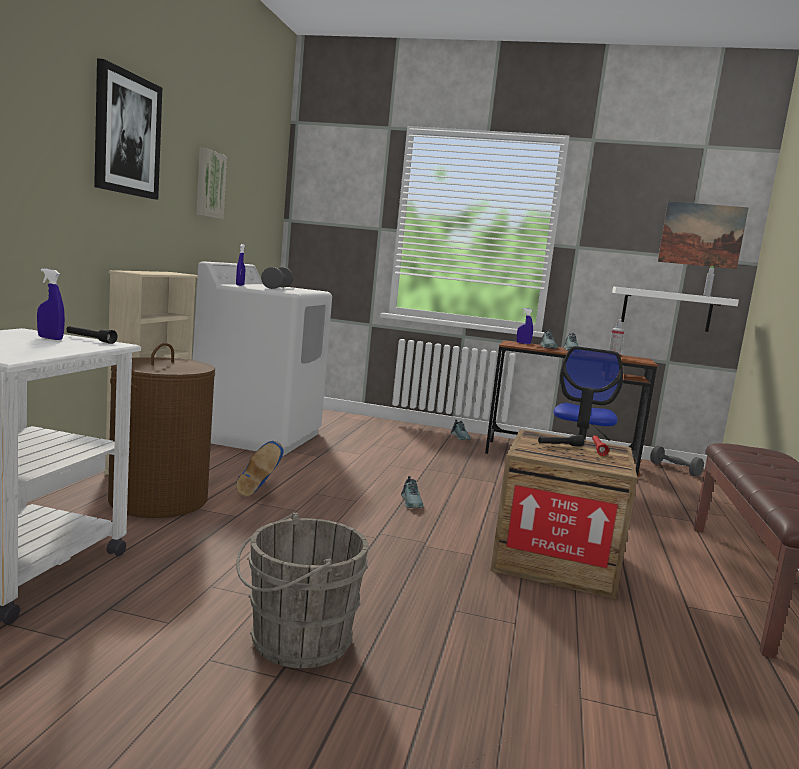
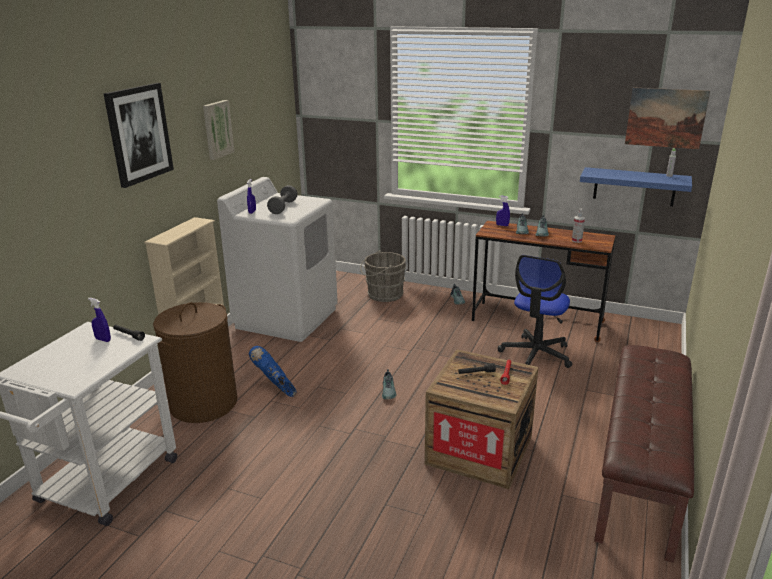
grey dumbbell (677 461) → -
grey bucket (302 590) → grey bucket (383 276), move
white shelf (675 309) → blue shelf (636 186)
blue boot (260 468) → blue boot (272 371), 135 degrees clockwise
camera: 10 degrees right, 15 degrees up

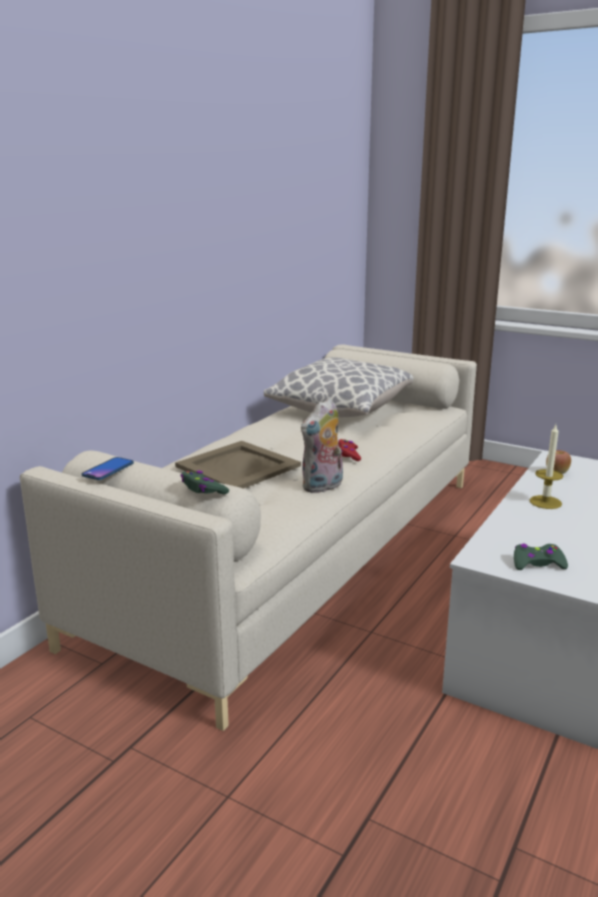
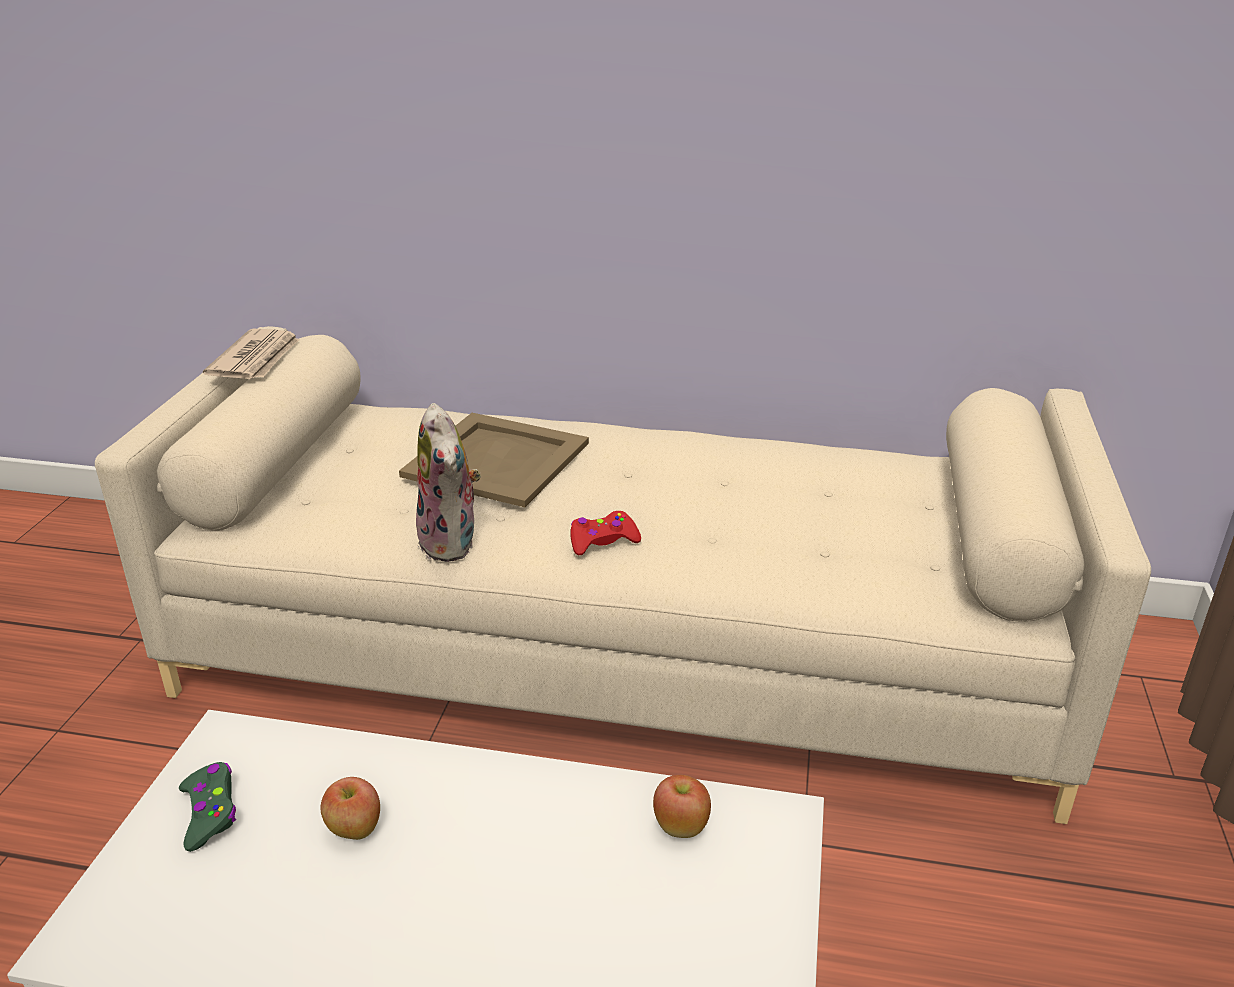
green game controller (205 482) → -
pillow (338 387) → -
candle (546 467) → -
- → apple (350 808)
phone (108 468) → newspaper (251 354)
plush toy (322 446) → plush toy (448 482), 135 degrees counterclockwise
camera: 70 degrees right, 10 degrees up

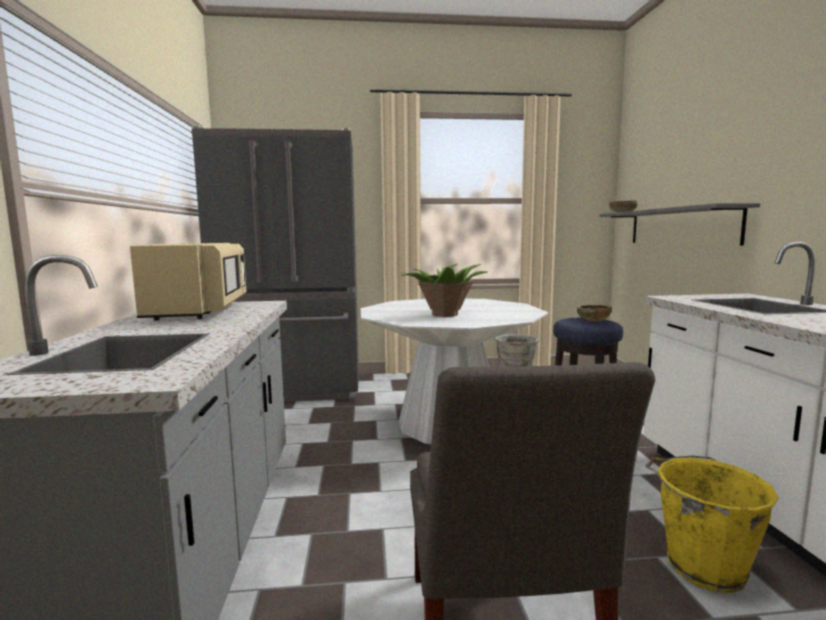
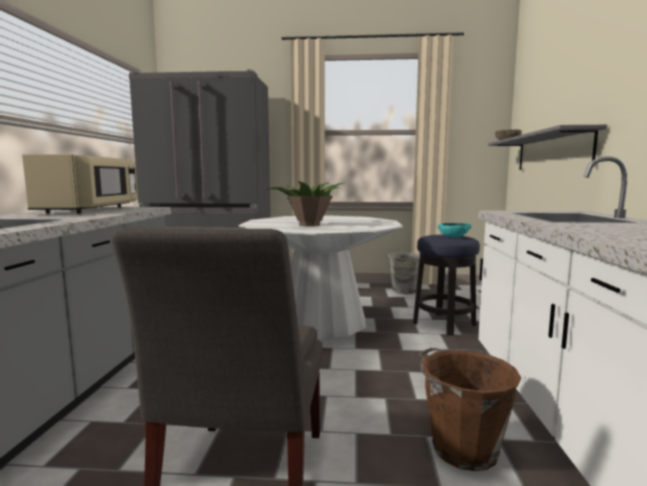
brown bowl (594 313) → turquoise bowl (454 230)
yellow bucket (712 524) → brown bucket (470 409)
camera: 10 degrees right, 0 degrees up

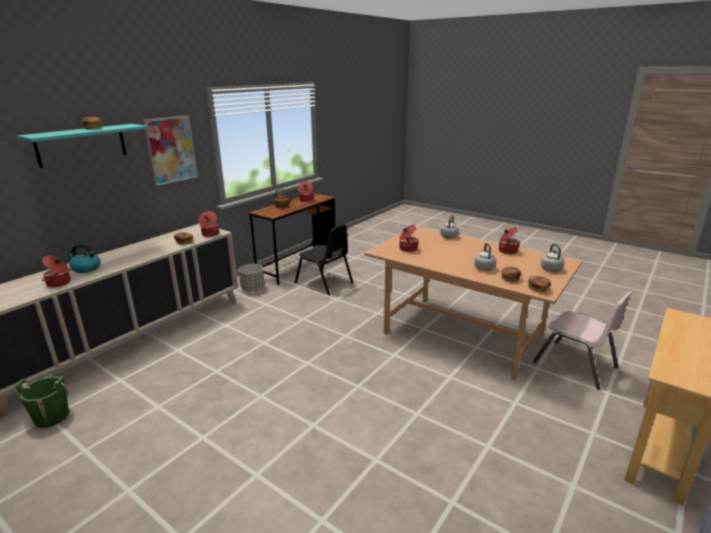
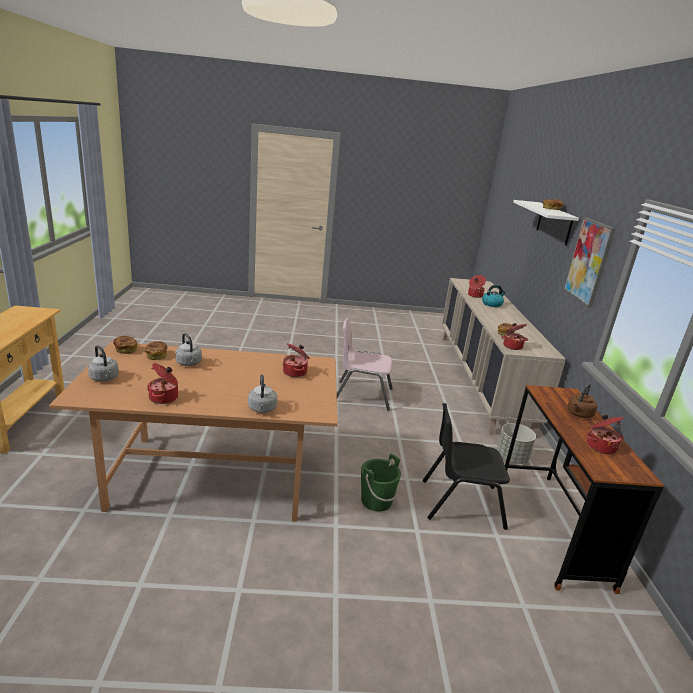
green bucket (42 402) → green bucket (381 483), move
pink chair (582 340) → pink chair (365 364), move
turquoise shelf (82 146) → white shelf (546 223)
camera: 140 degrees right, 0 degrees up

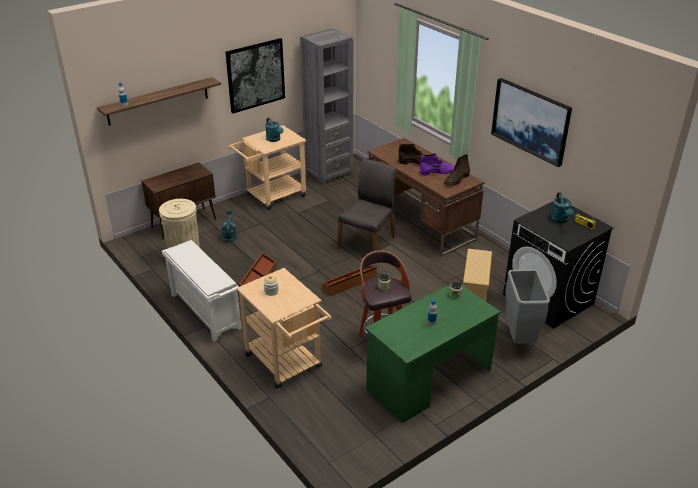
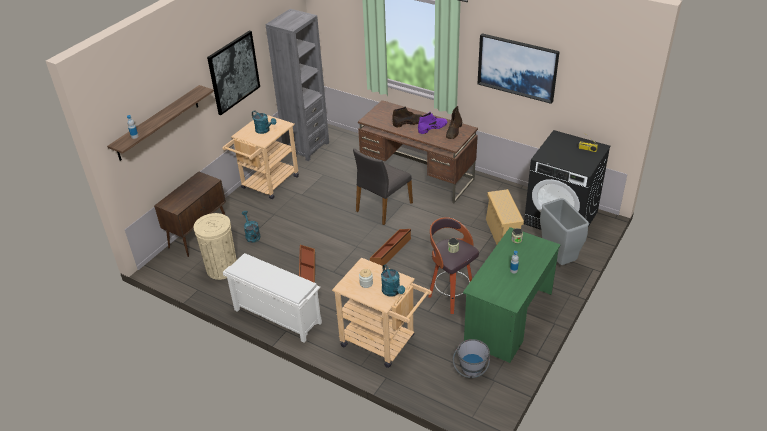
- → grey bucket (471 358)
turquoise watering can (562 207) → turquoise watering can (393 280), move
grey chair (366 205) → grey chair (383 186), 150 degrees counterclockwise
camera: 20 degrees left, 5 degrees up

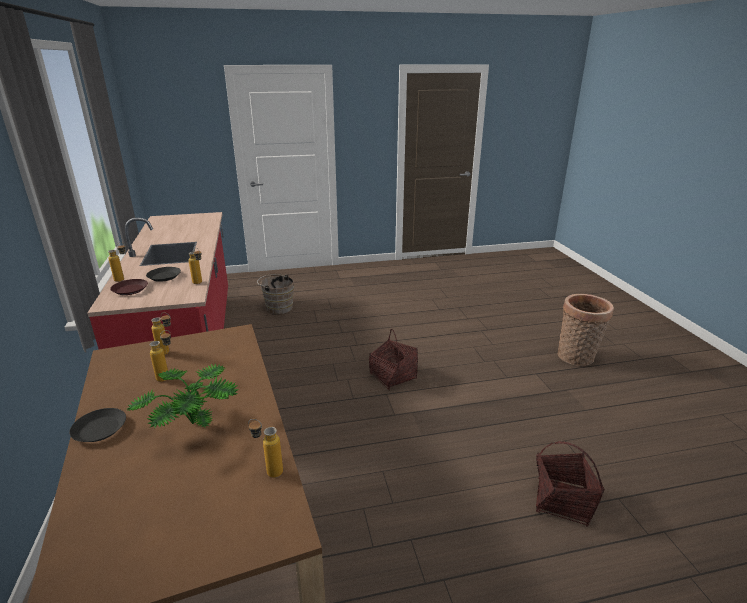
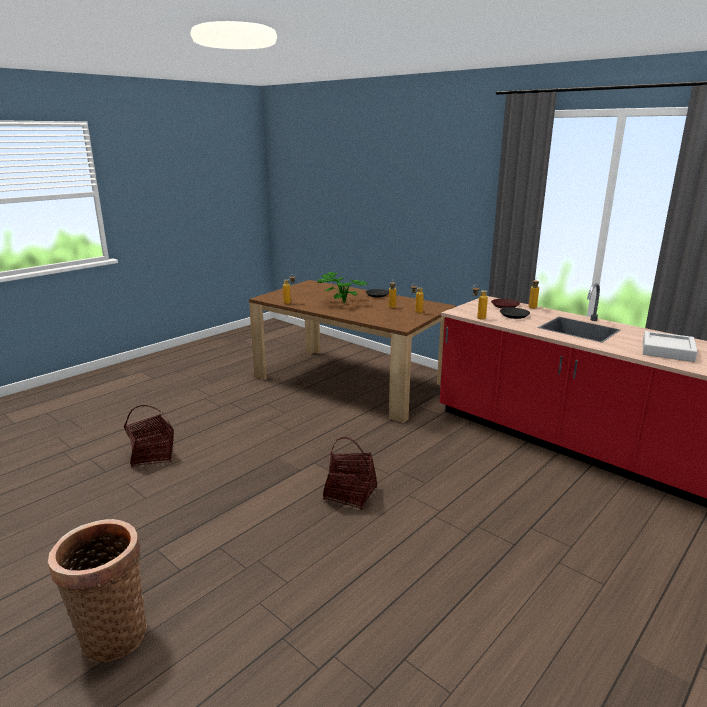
brown bucket (275 294) → -
- → grey tray (670 346)
camera: 145 degrees right, 5 degrees down

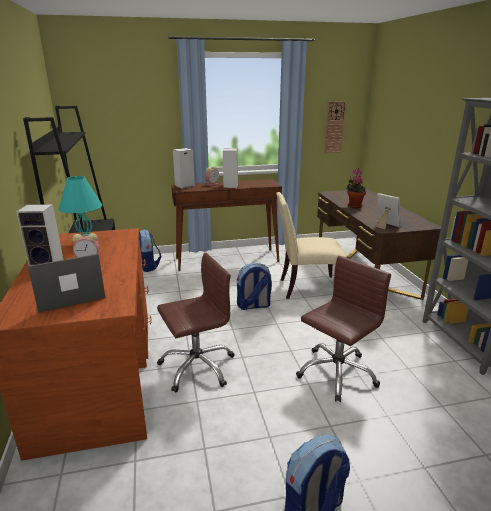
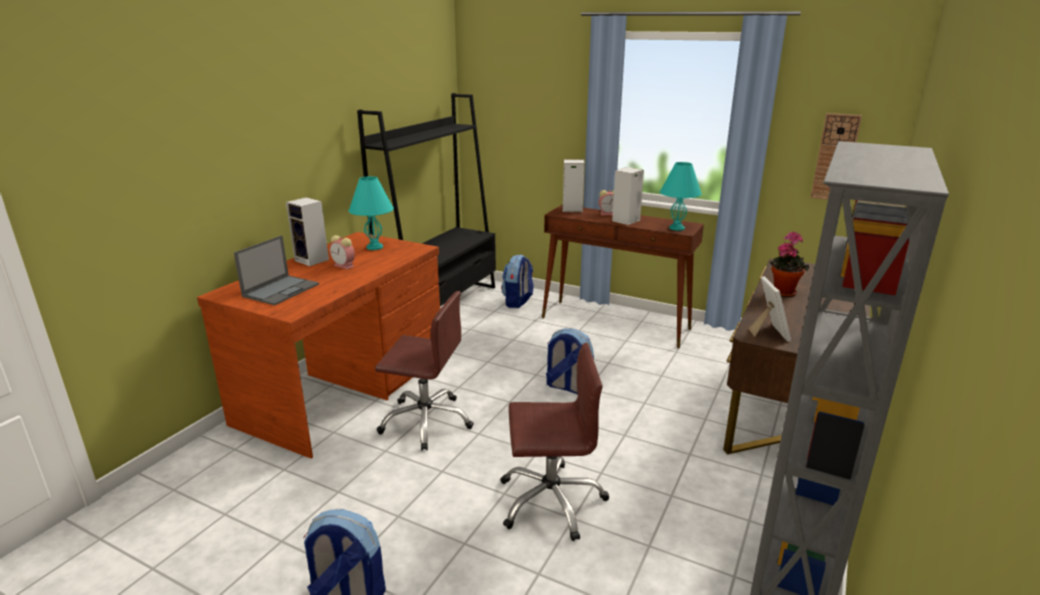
beige chair (311 245) → -
- → turquoise table lamp (681 196)
laptop (66 283) → laptop (276 270), 105 degrees clockwise
camera: 40 degrees right, 0 degrees up

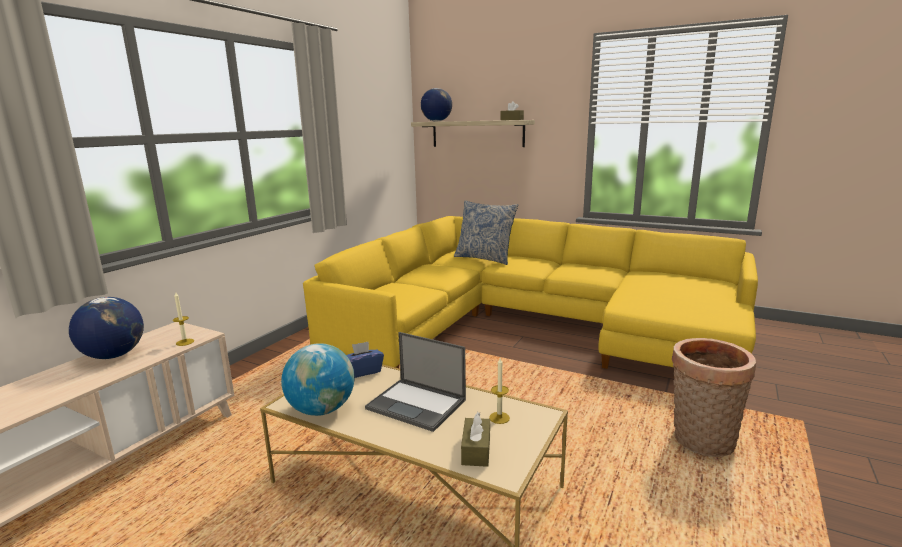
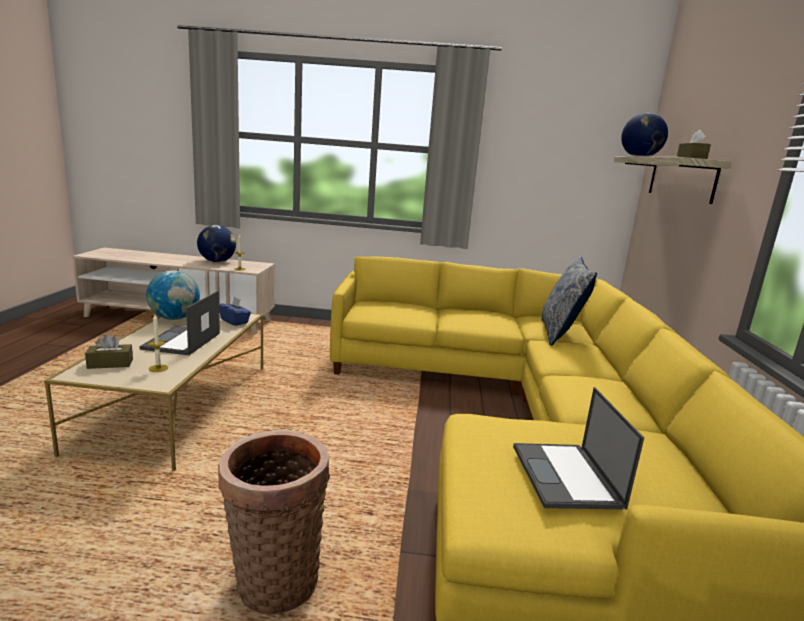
- → laptop (578 448)
camera: 65 degrees right, 0 degrees up

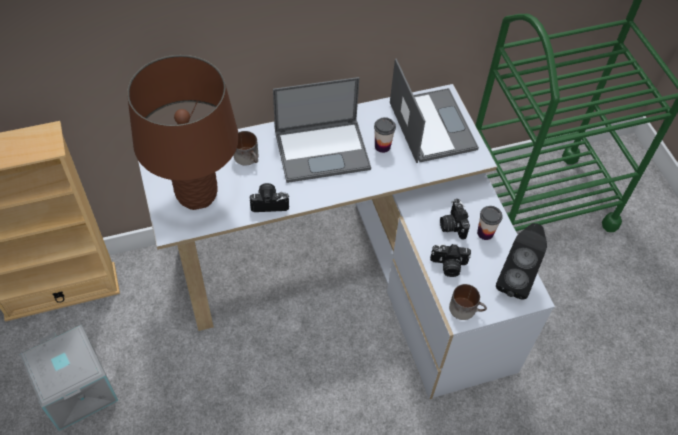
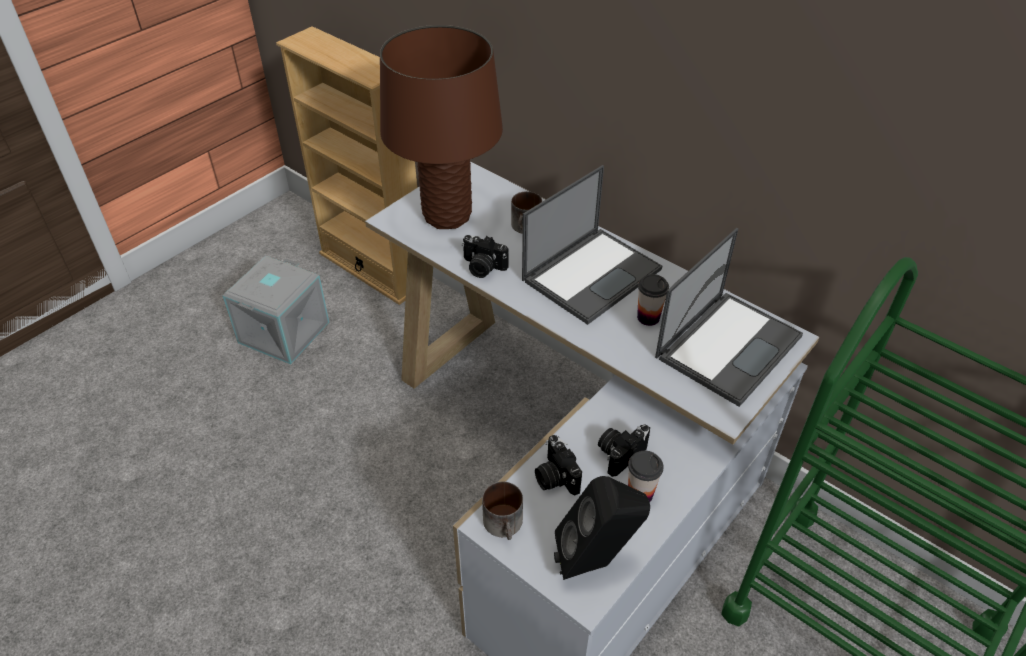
photo camera (269 197) → photo camera (485 256), 150 degrees clockwise
laptop (322 130) → laptop (592 245), 90 degrees counterclockwise
camera: 60 degrees right, 10 degrees down

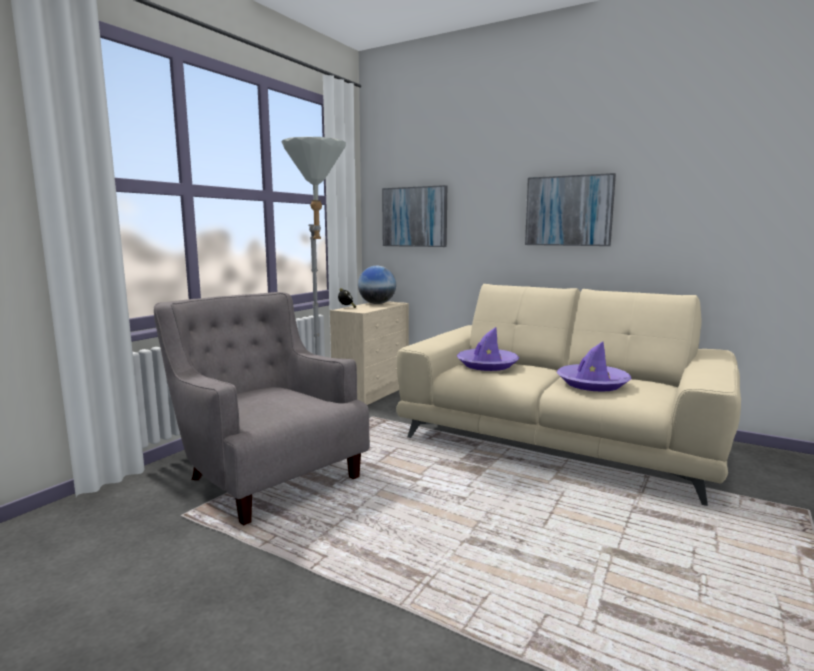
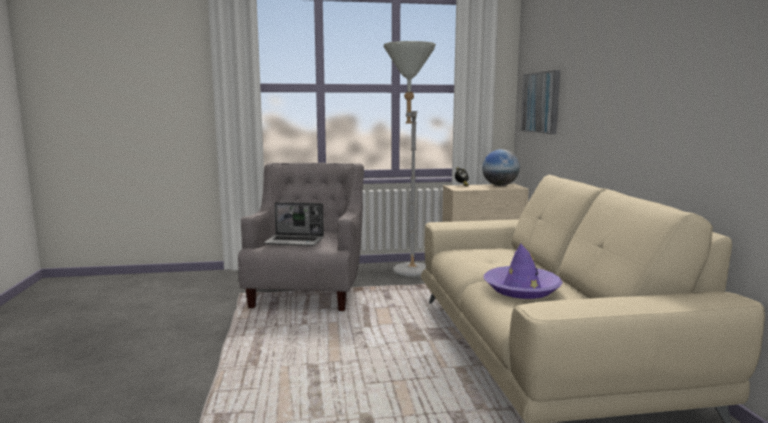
purple hat (488 349) → -
picture (570 209) → -
- → laptop (294 224)
camera: 50 degrees right, 0 degrees up

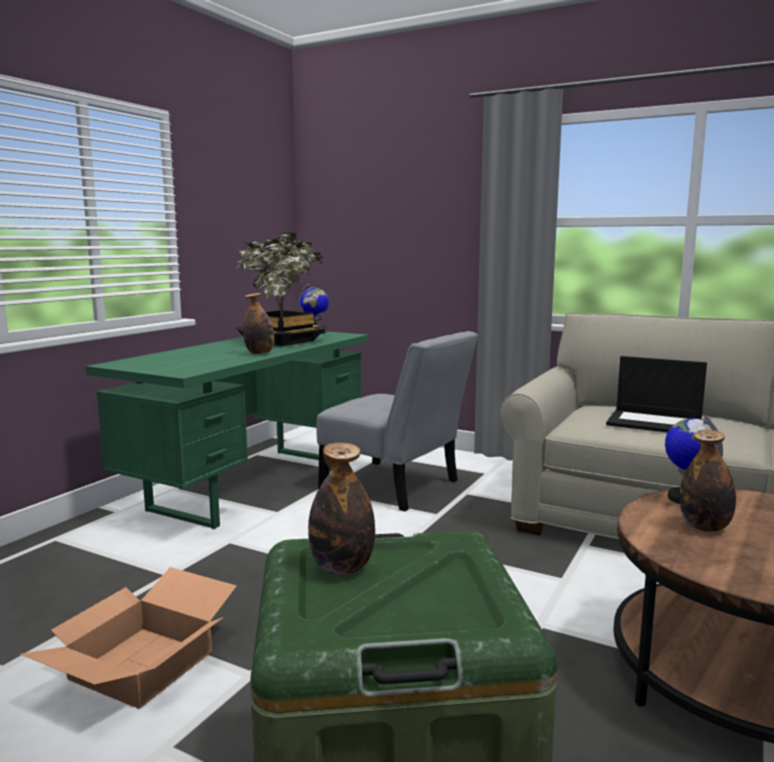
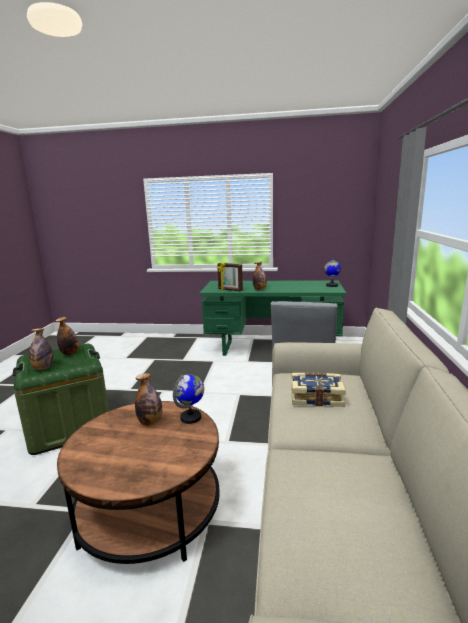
cardboard box (128 638) → -
potted plant (281 289) → -
- → bottle (41 349)
- → picture frame (230 277)
laptop (656 394) → book (318 390)
camera: 70 degrees right, 5 degrees up

